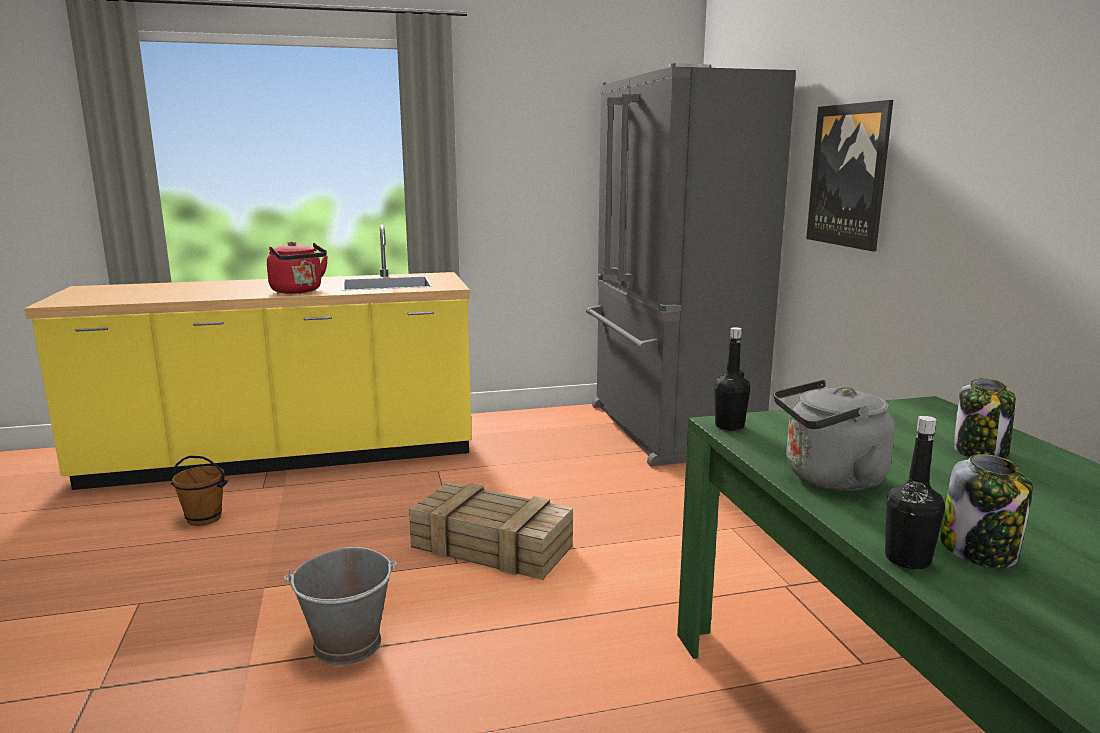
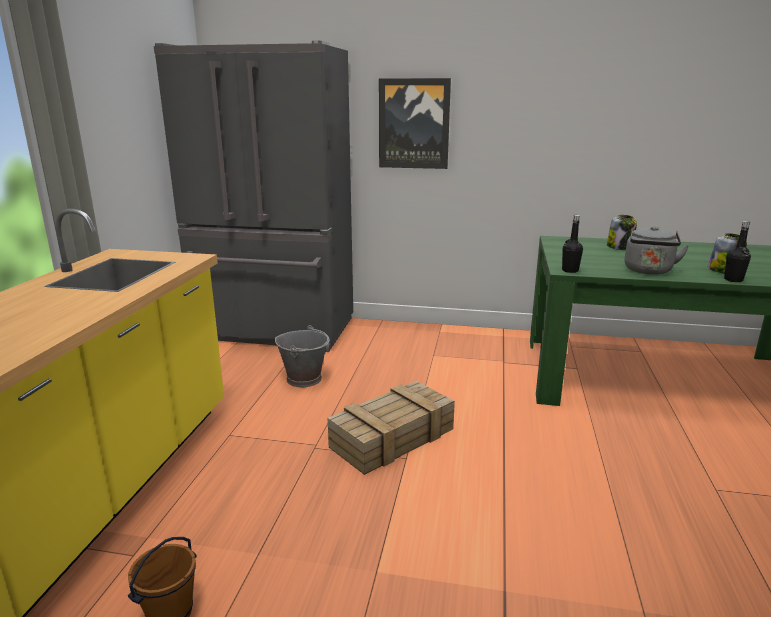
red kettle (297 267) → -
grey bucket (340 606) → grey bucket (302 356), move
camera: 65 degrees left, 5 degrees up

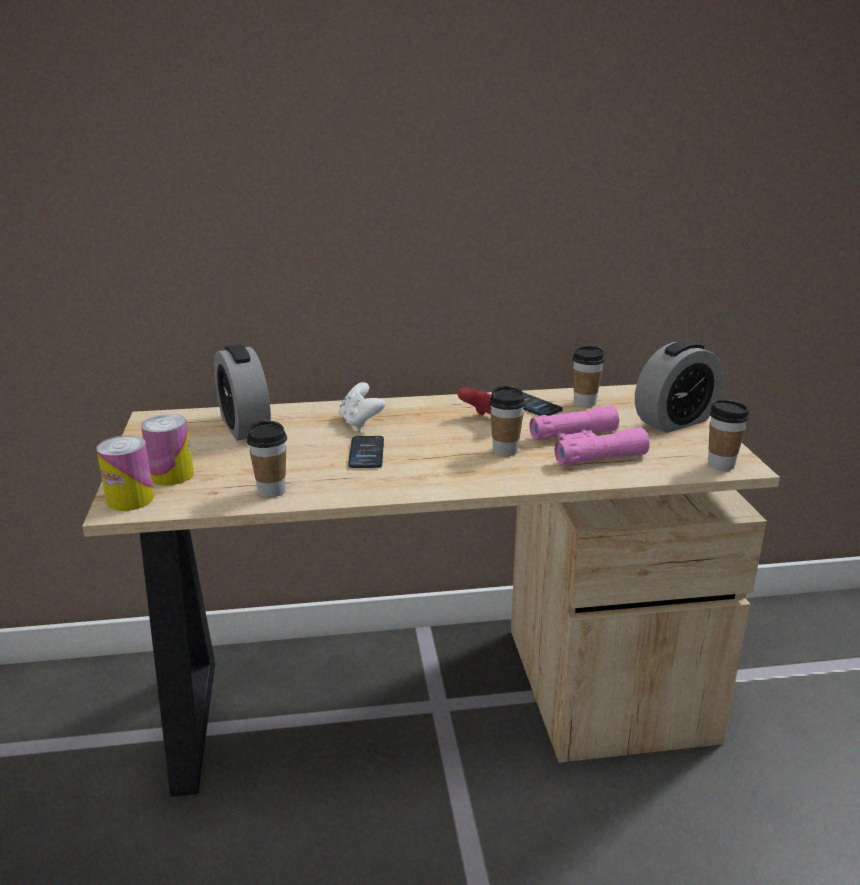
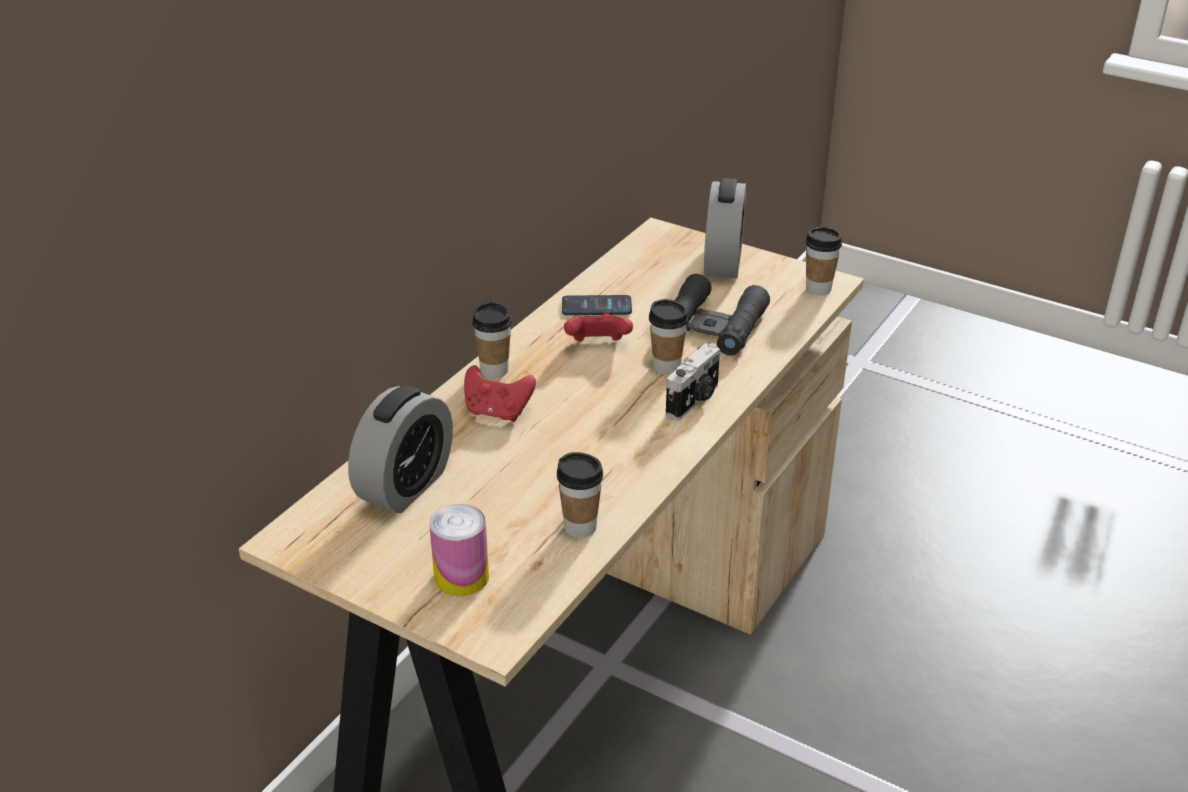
can (125 473) → -
phone (366 452) → -
- → photo camera (693 381)
cup (588 376) → cup (492 340), move
white game controller (362 406) → red game controller (500 393)
pink binoculars (589 435) → black binoculars (722 315)
alarm clock (242 392) → alarm clock (400 449), 75 degrees counterclockwise
camera: 50 degrees left, 10 degrees up

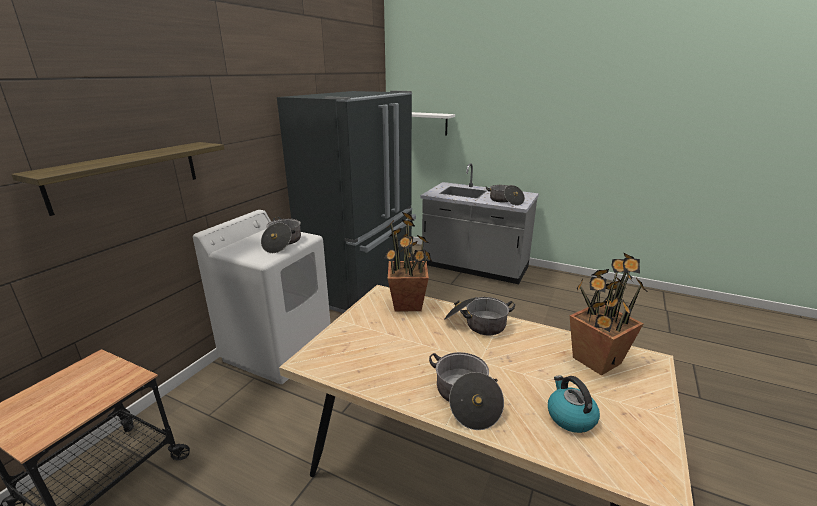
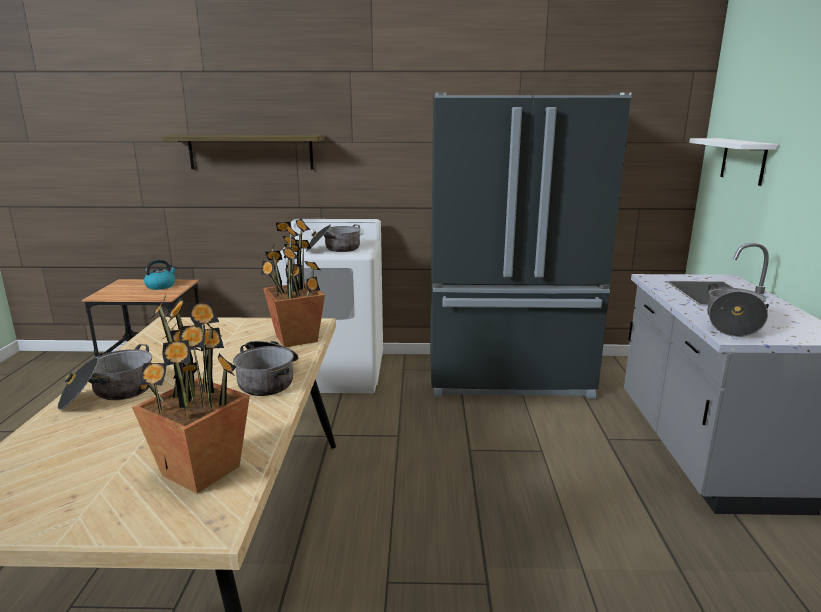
kettle (574 404) → kettle (160 274), move
camera: 65 degrees right, 5 degrees down

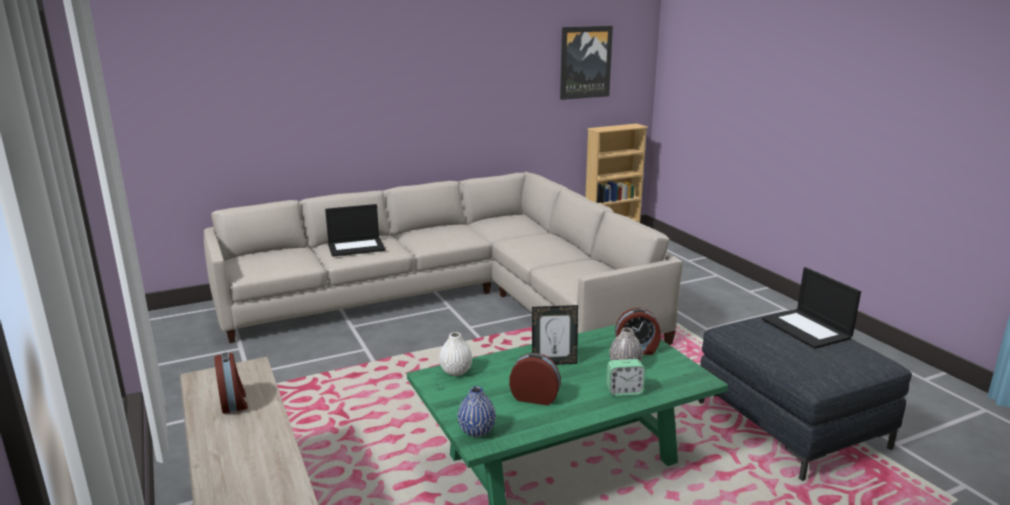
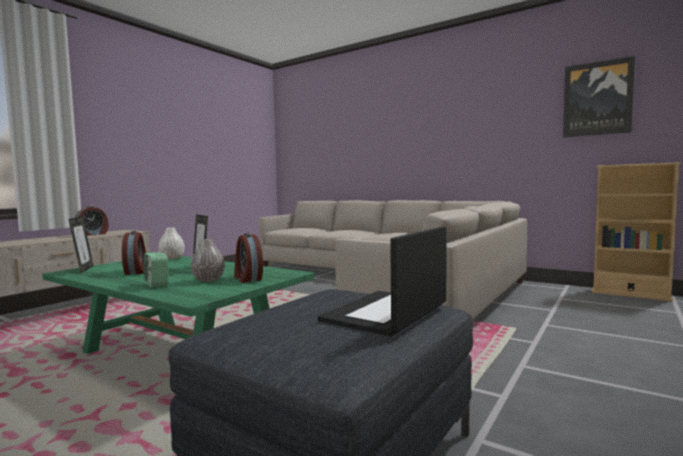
laptop (355 230) → -
blue vase (477 411) → picture frame (81 245)
camera: 60 degrees right, 15 degrees down

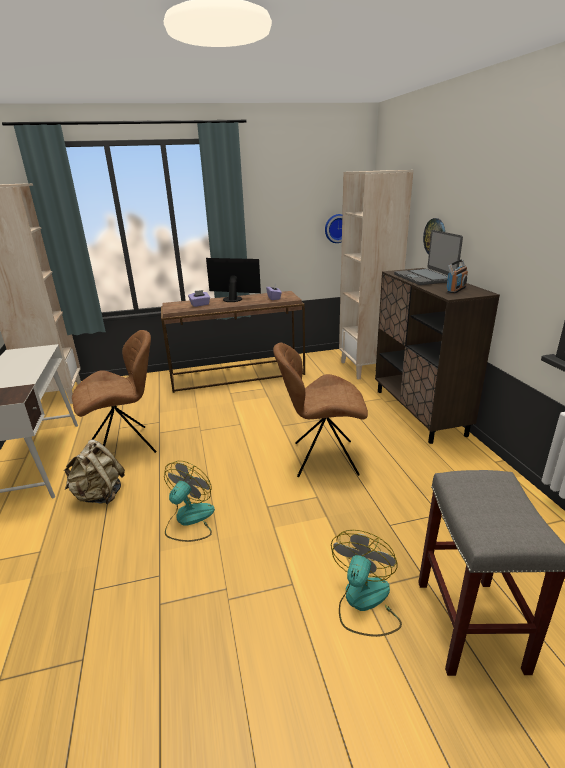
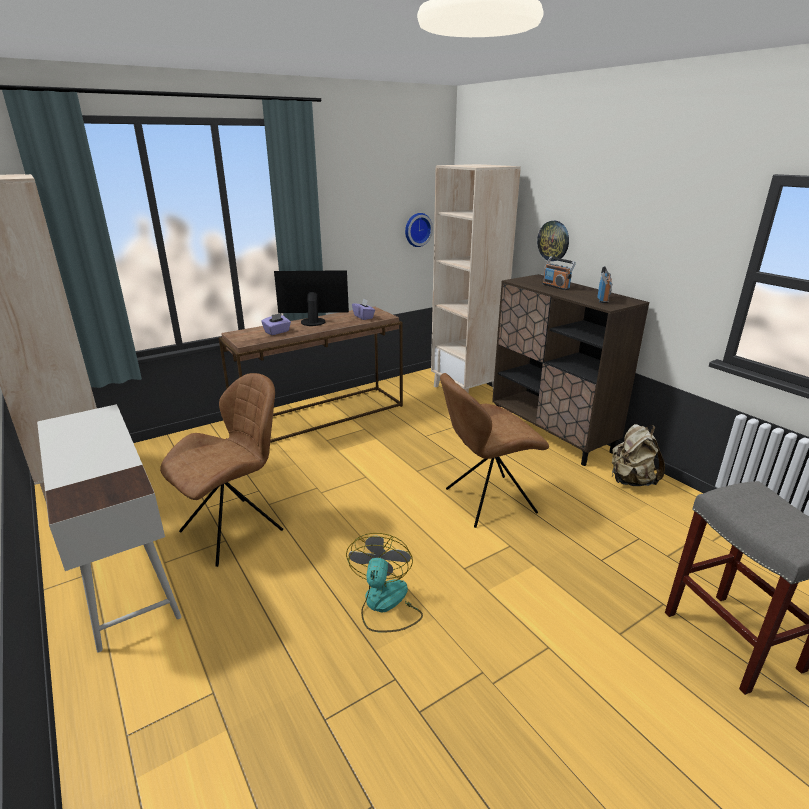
fan (366 583) → -
beige backpack (94 472) → beige backpack (638 455), move
laptop (428 257) → radio (559 273)
camera: 20 degrees left, 0 degrees up

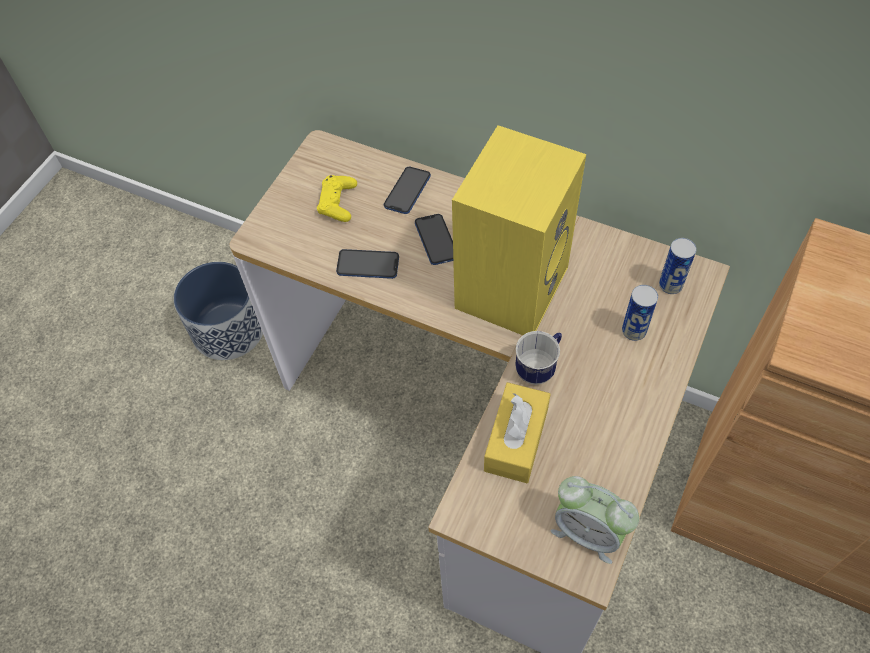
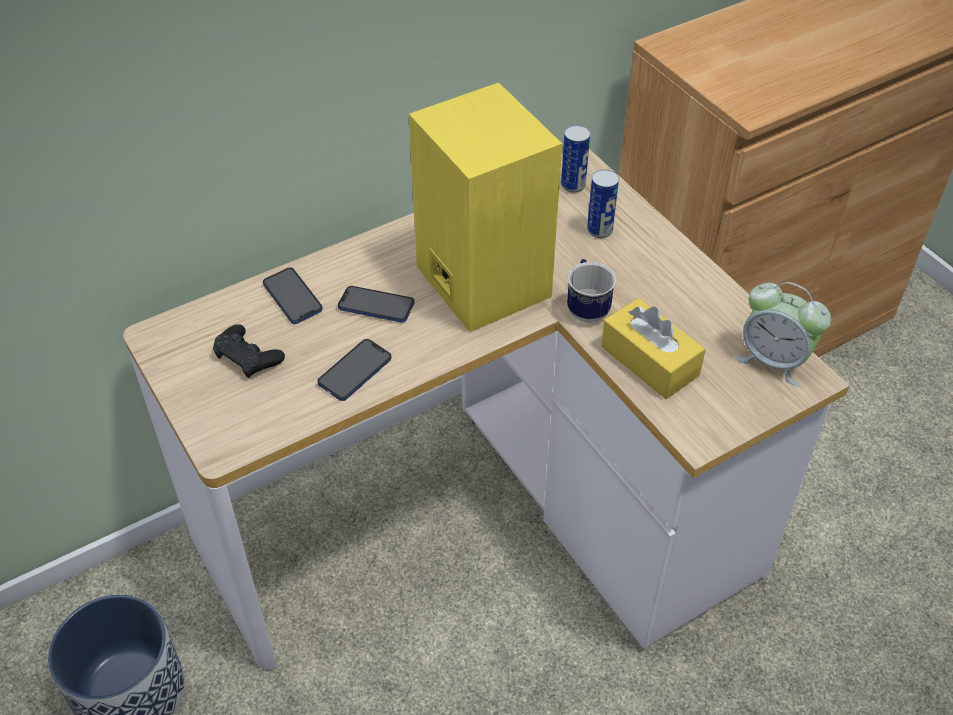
yellow game controller (337 198) → black game controller (249 351)
alarm clock (595 520) → alarm clock (783 334), 60 degrees clockwise
camera: 60 degrees left, 10 degrees down

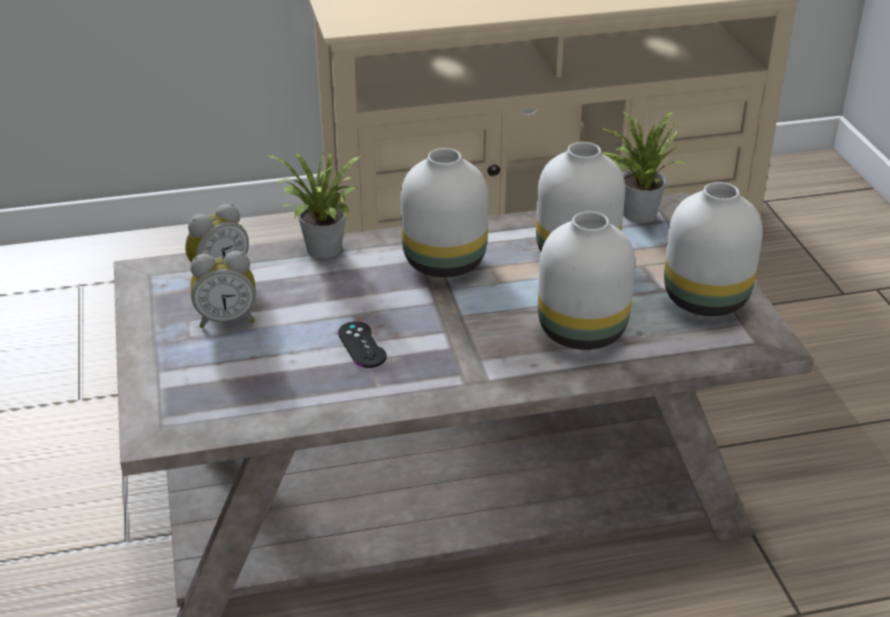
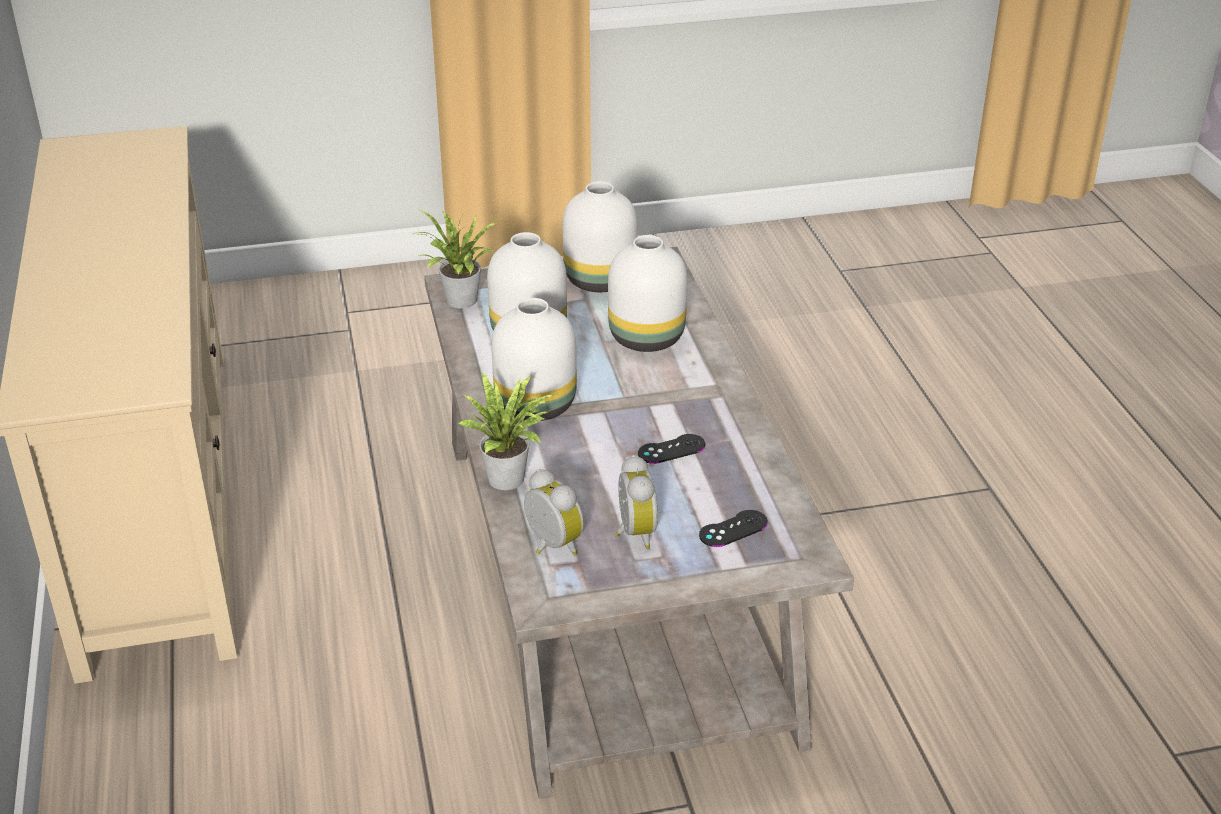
- → black game controller (733 528)
camera: 90 degrees left, 0 degrees up

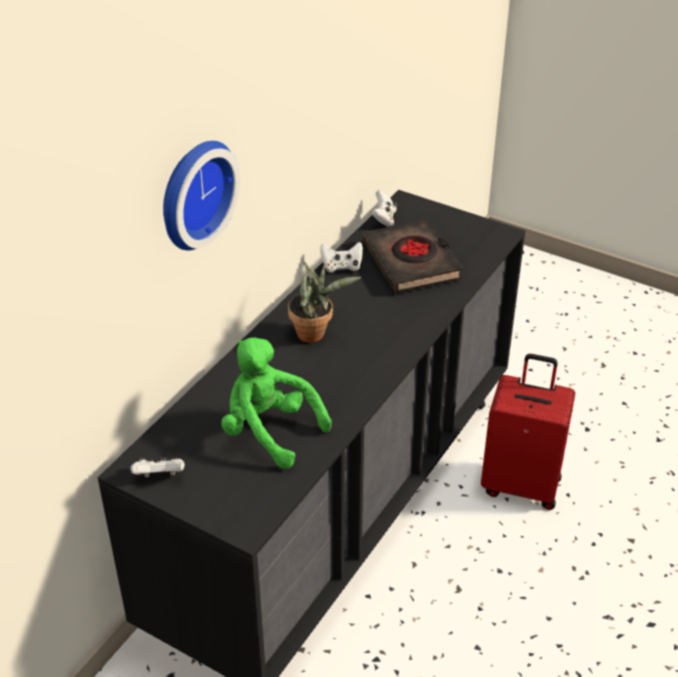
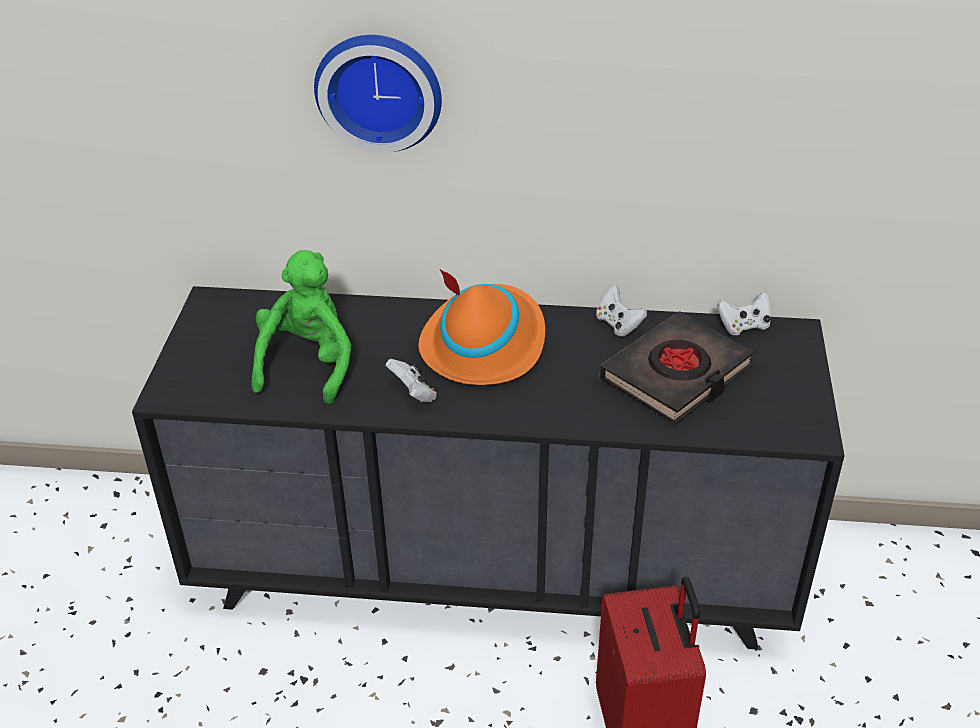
white game controller (158 467) → white game controller (411 380), move
potted plant (324 302) → orange hat (482 327)
camera: 65 degrees right, 0 degrees up

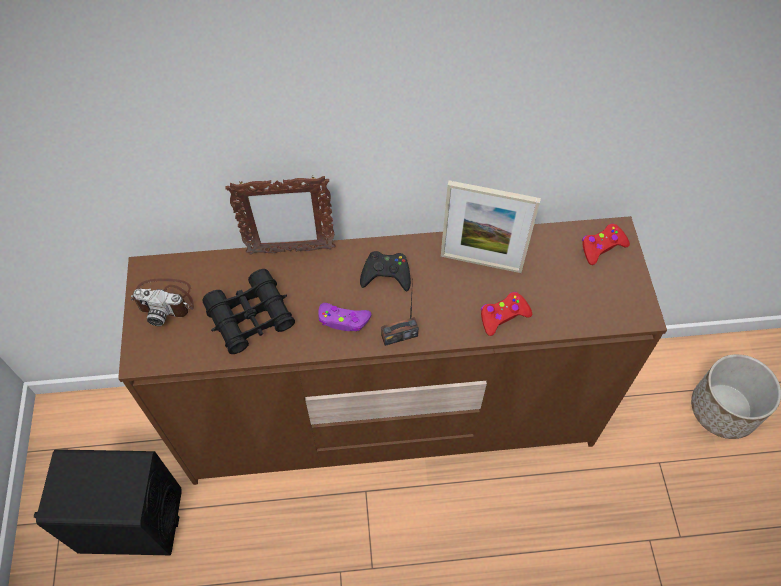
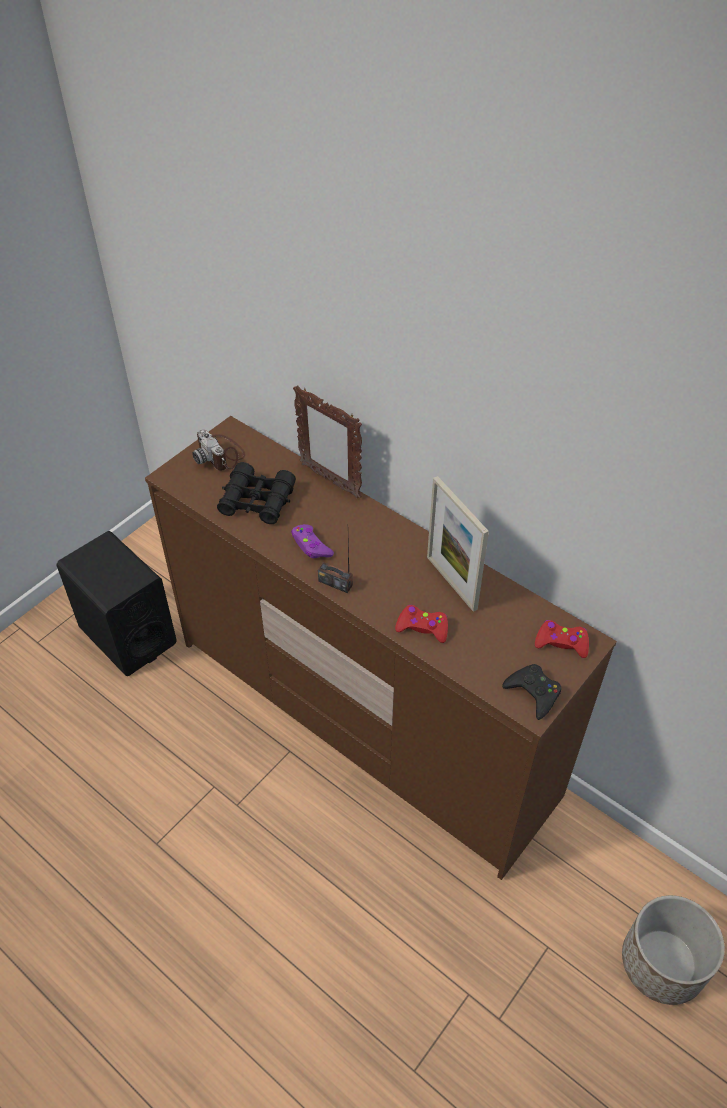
black game controller (385 271) → black game controller (532 692), move
camera: 45 degrees right, 10 degrees down

